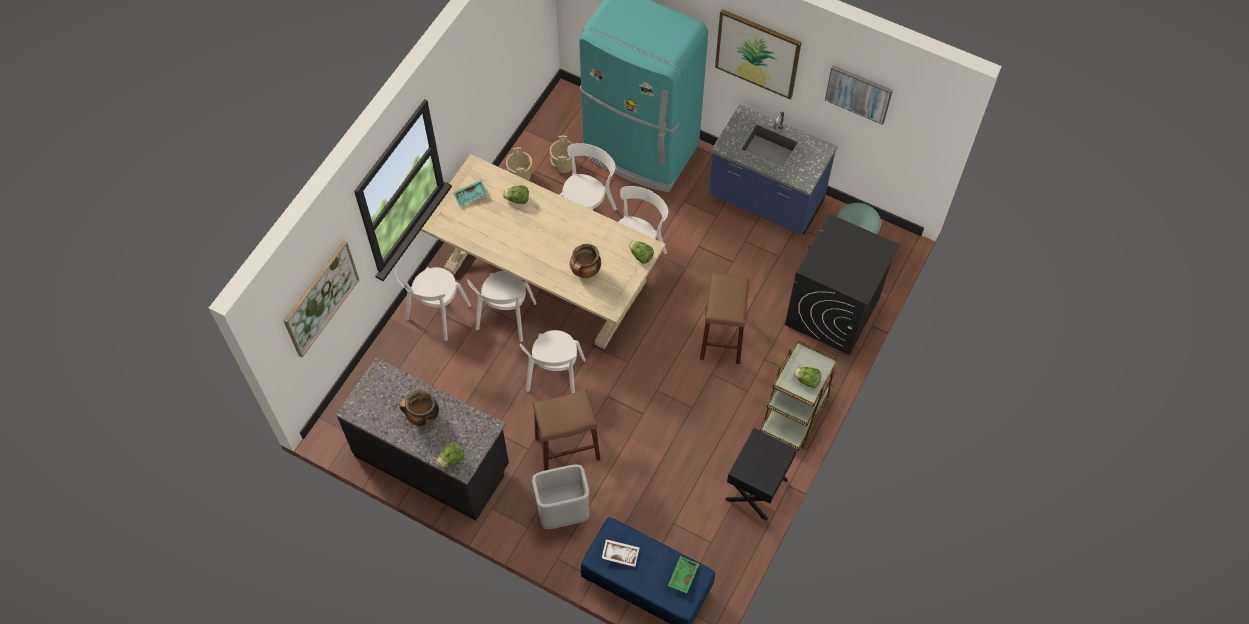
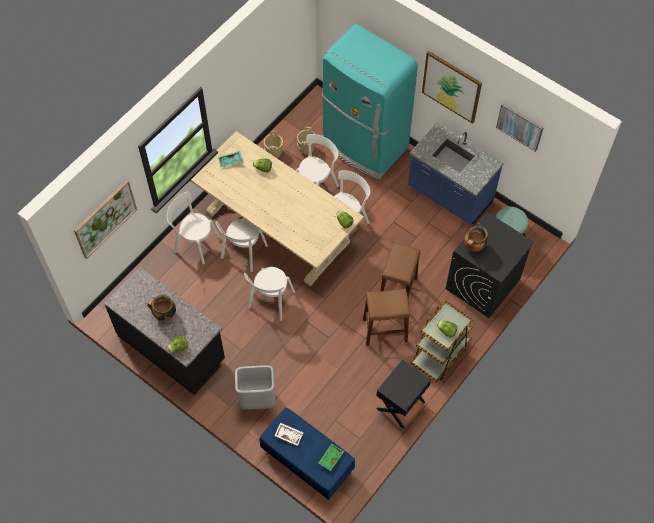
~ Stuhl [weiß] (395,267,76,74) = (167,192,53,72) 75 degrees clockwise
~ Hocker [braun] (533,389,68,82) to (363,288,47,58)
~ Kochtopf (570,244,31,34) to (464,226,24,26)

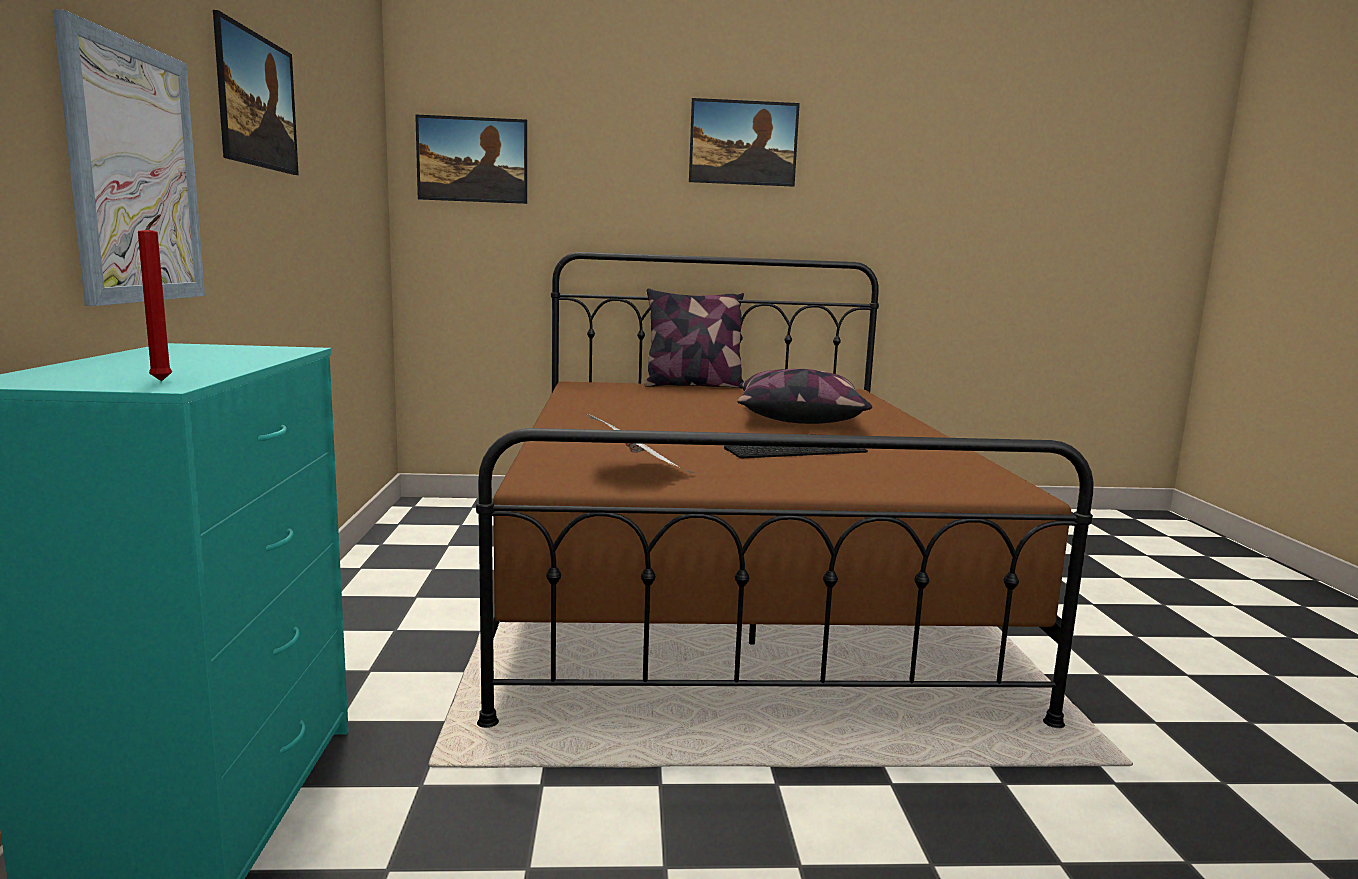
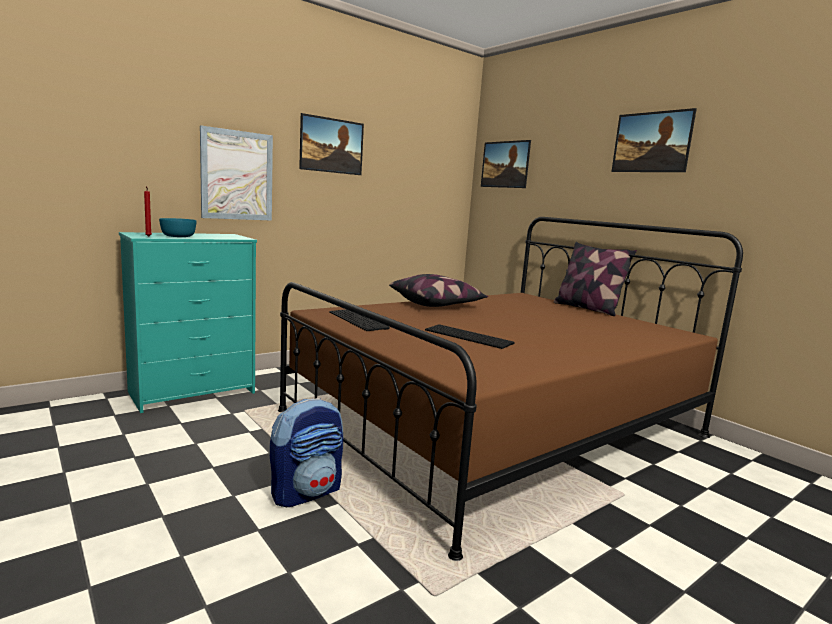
~ Zeitung (587,414,107,59) to Tastatur (329,309,61,22)
~ Kissen (737,369,135,55) to (389,274,99,33)
+ Schüssel [türkis] (159,218,38,19)
+ Rucksack (270,398,73,109)

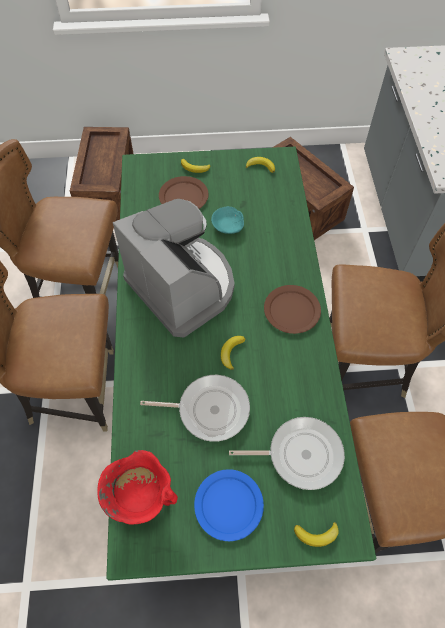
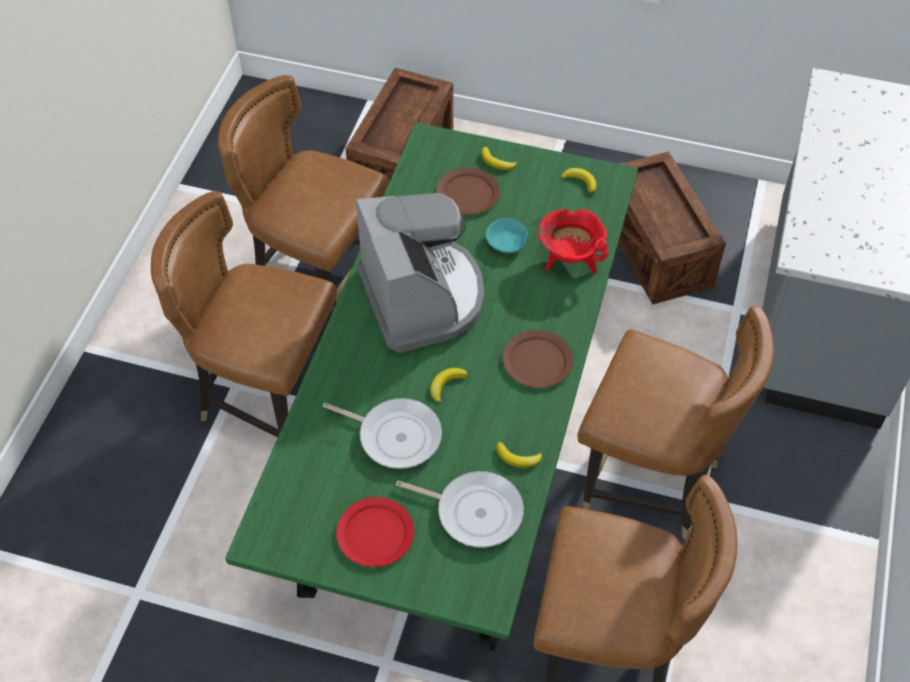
~ Kochtopf [rot] (97,450,81,74) to (538,208,70,66)
~ Teller [blau] (194,469,70,72) to Teller [rot] (336,497,78,70)
~ Banane (294,522,44,25) to (496,442,46,26)

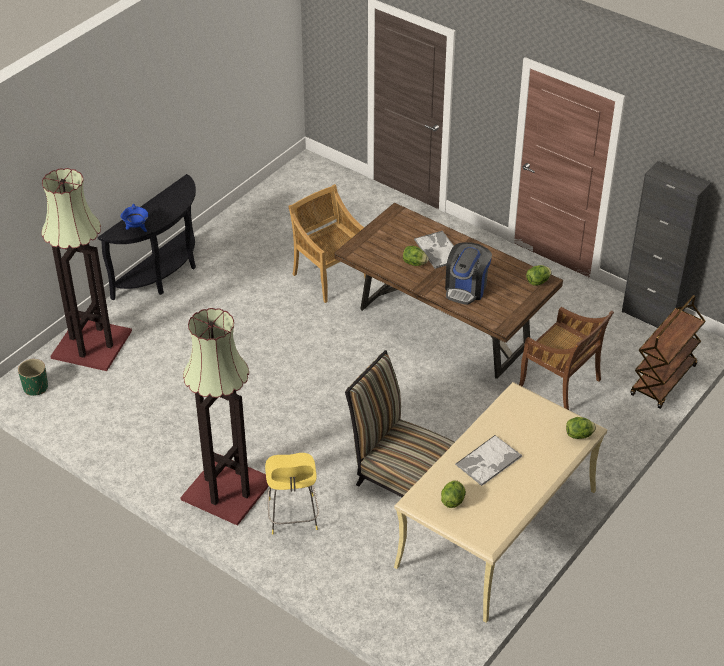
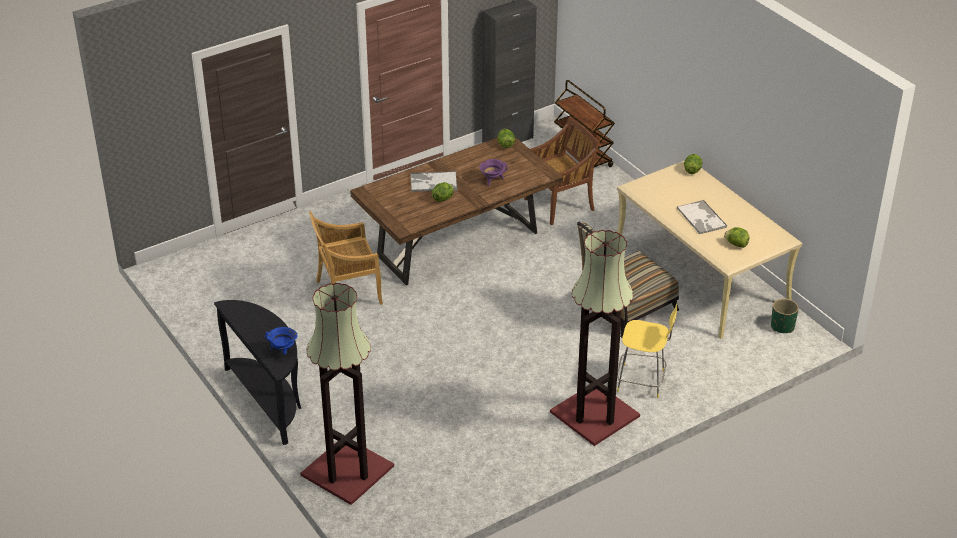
~ Pflanzkübel [grün] (18,359,30,37) to (771,299,28,34)
~ Kaffeemaschine (445,242,47,63) to Kochtopf [lila] (479,159,29,27)

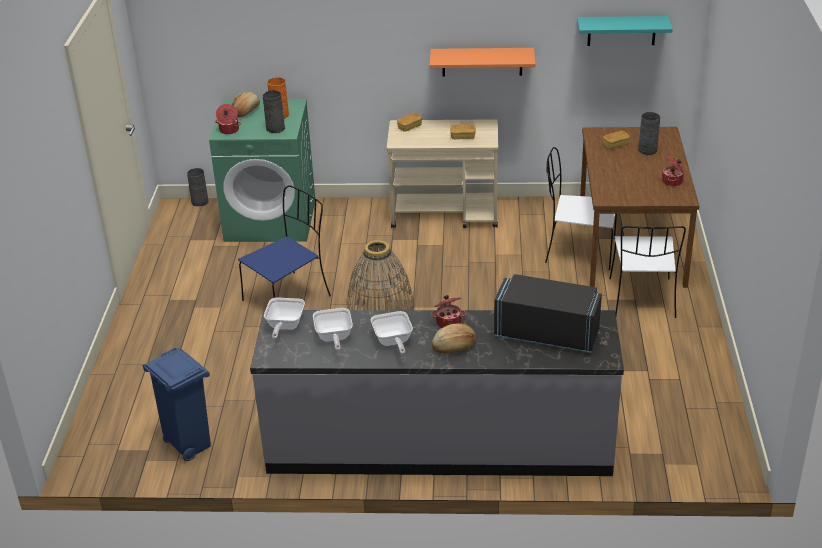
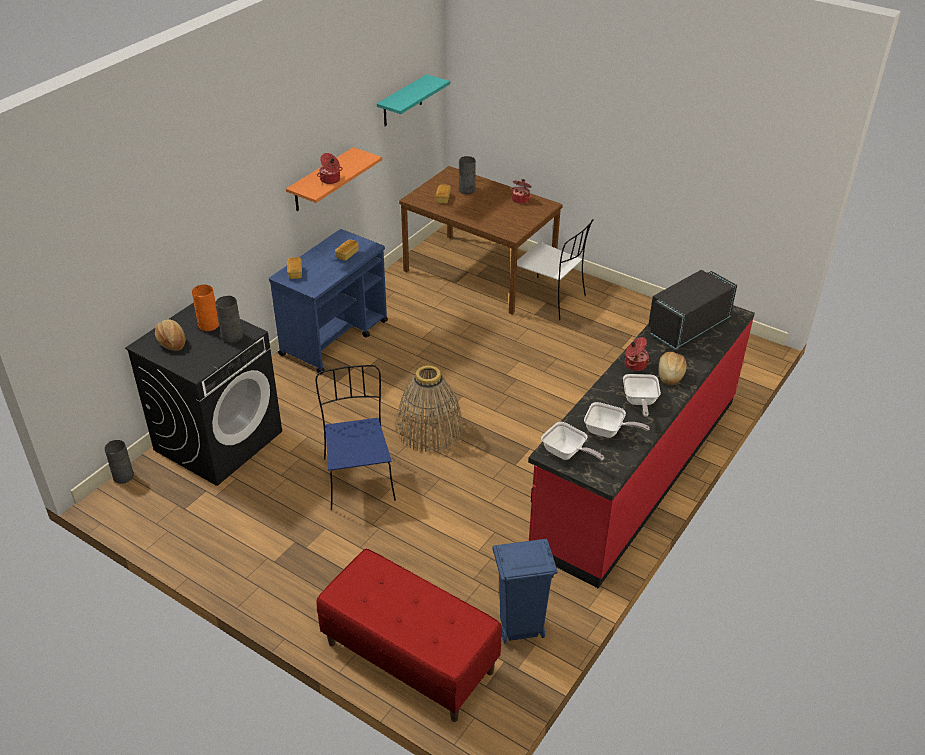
~ Waschmaschine [grün] (209,99,106,143) to Waschmaschine [schwarz] (125,302,157,184)
~ Kochtopf (215,104,26,30) to (317,153,26,31)
~ Küchenzeile [grau] (250,310,374,166) to Küchenzeile [rot] (528,305,227,283)
~ Pfanne (371,311,42,44) = (623,374,38,43) 75 degrees clockwise
~ Rollwagen [beige] (387,119,112,109) to Rollwagen [blau] (269,229,119,145)
- Stuhl [weiß] (545,147,72,123)
+ Bank [rot] (316,549,186,173)

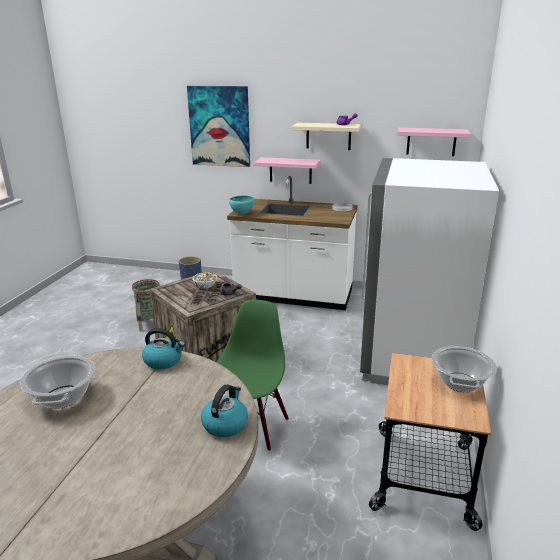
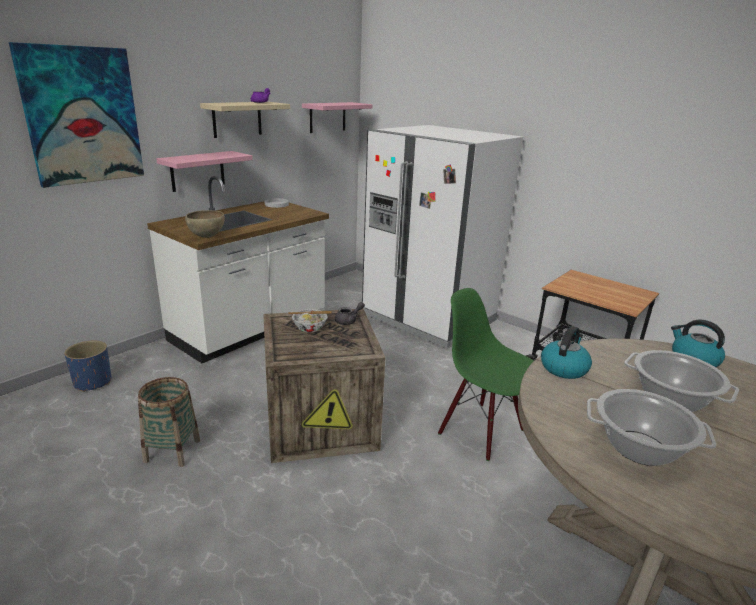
~ Schüssel [türkis] (229,195,26,19) to Schüssel [braun] (185,210,40,28)
~ Kochtopf (432,346,65,46) to (624,350,115,62)

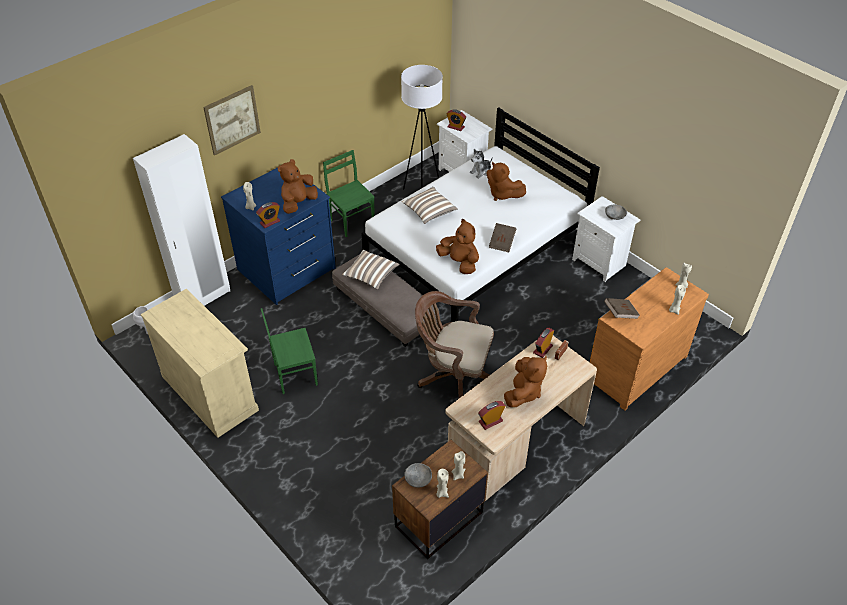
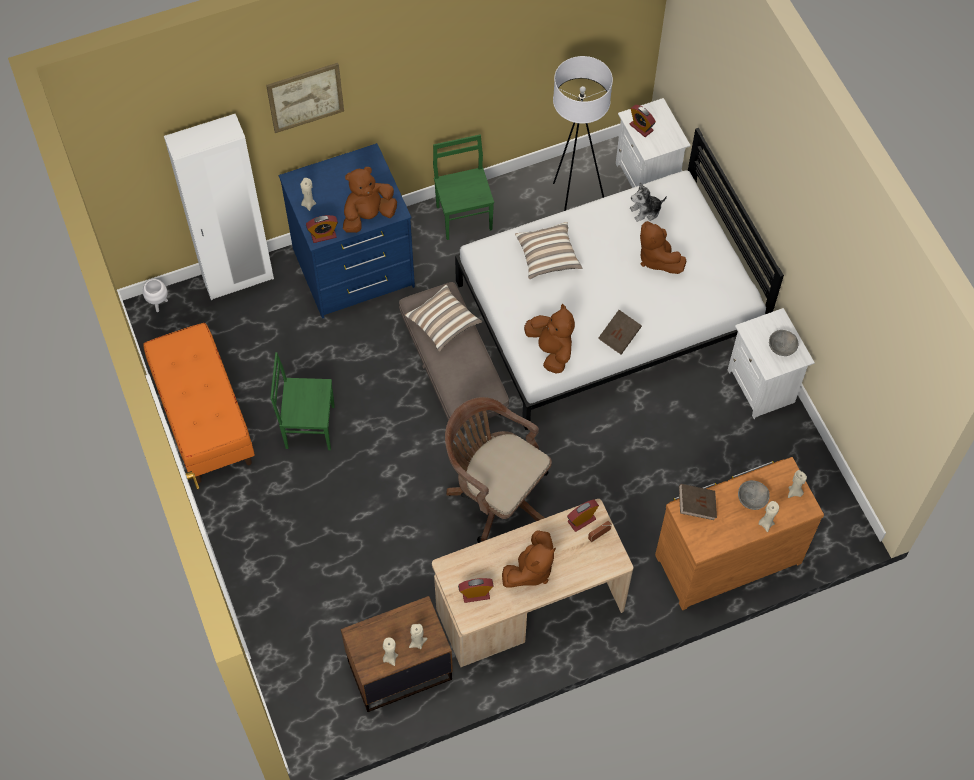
~ Schrank [beige] (141,289,118,149) to Bank [orange] (143,323,112,160)
~ Schüssel [grau] (404,463,28,24) to (738,480,32,30)

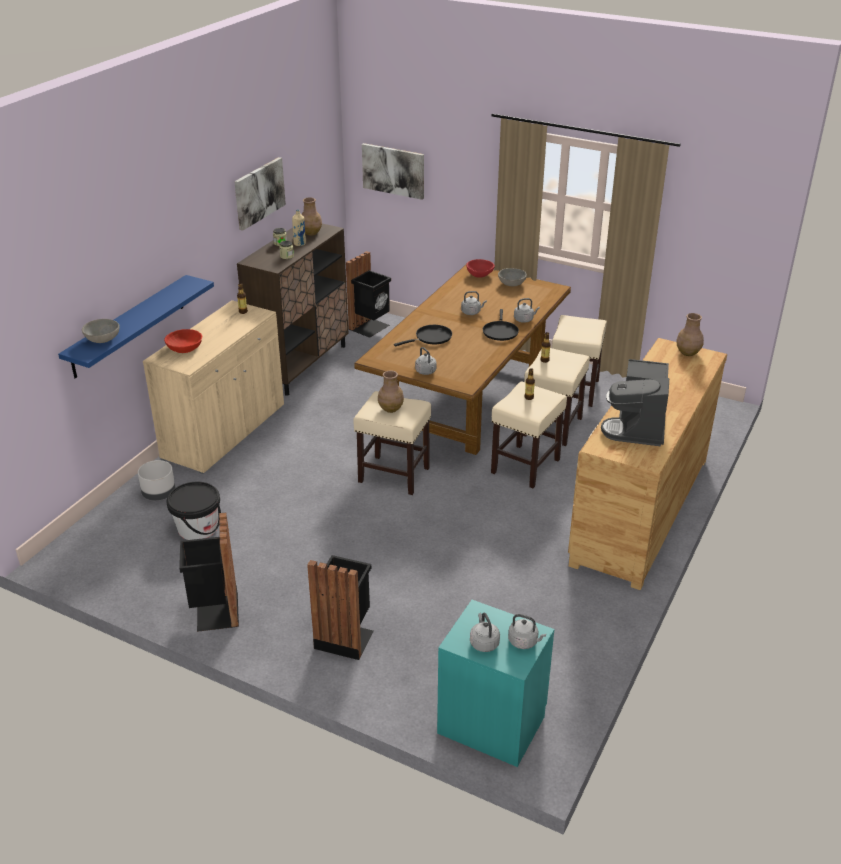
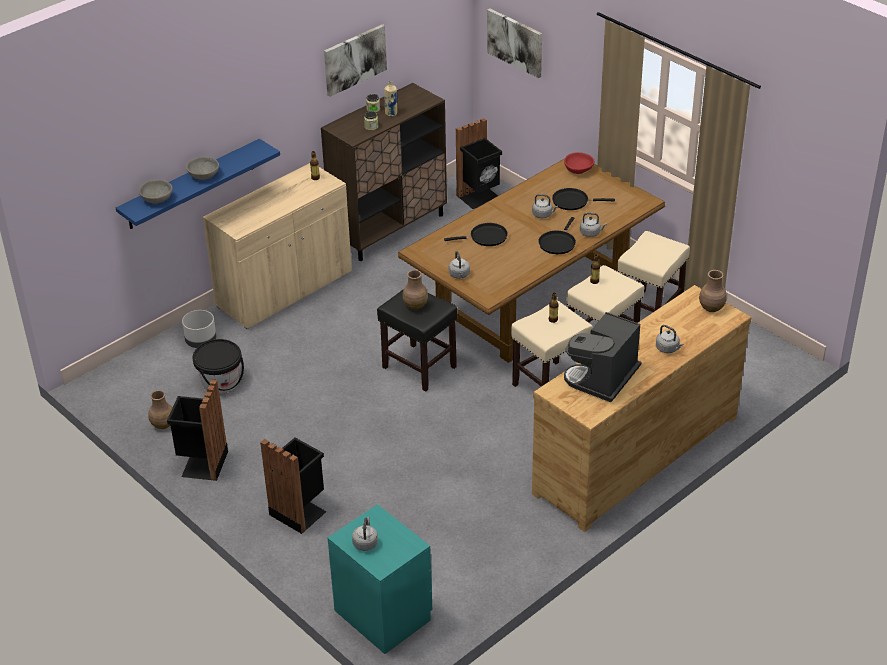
- Schüssel [rot] (164,329,38,24)
~ Vase [braun] (301,197,21,39) to (148,390,24,39)
~ Hocker [beige] (353,391,78,104) to Hocker [schwarz] (377,289,80,103)
~ Schüssel [grau] (498,268,29,18) to (186,157,33,23)
~ Wasserkessel [grau] (508,614,38,35) to (656,325,27,28)
+ Pfanne [schwarz] (552,188,63,22)

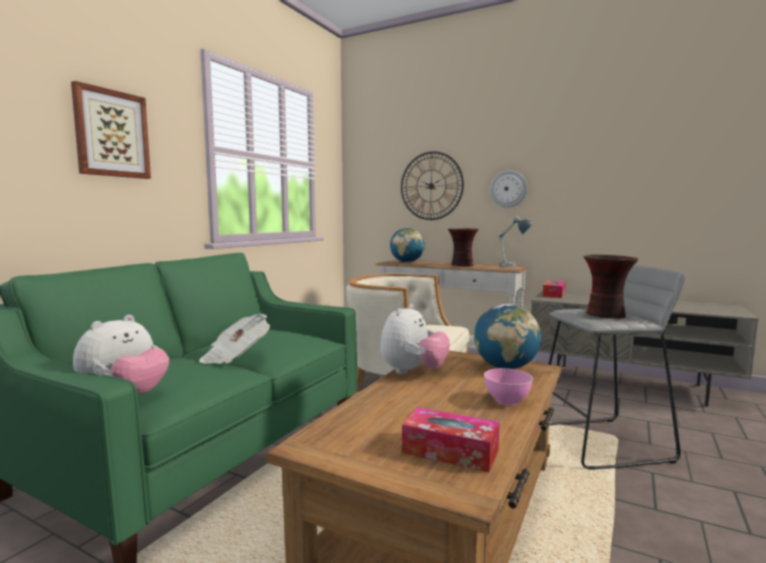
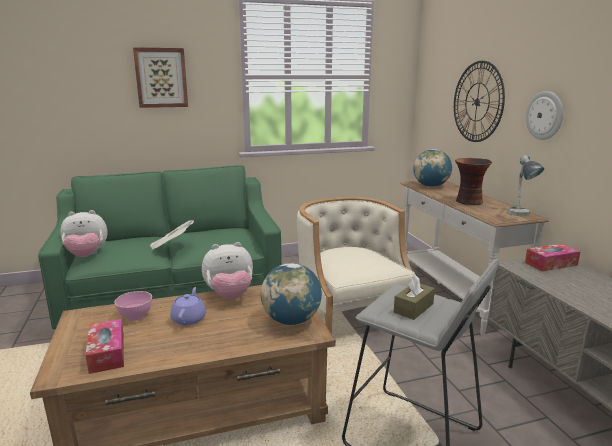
~ Schüssel [rosa] (484,368,49,37) to (114,291,38,30)
~ Vase (584,254,54,65) to Taschentuchbox [braun] (394,275,41,45)
+ Teekanne [lila] (170,287,36,38)

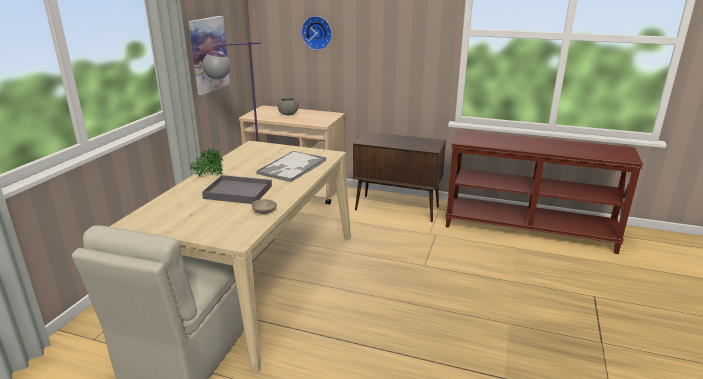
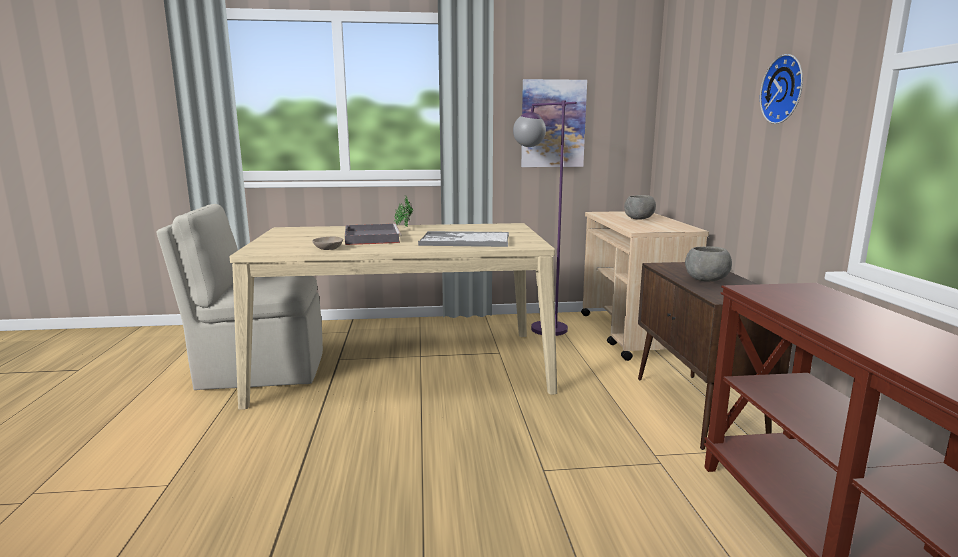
~ Wanduhr (301,16,31,34) to (760,54,43,70)
+ Schüssel [grau] (685,246,47,35)

